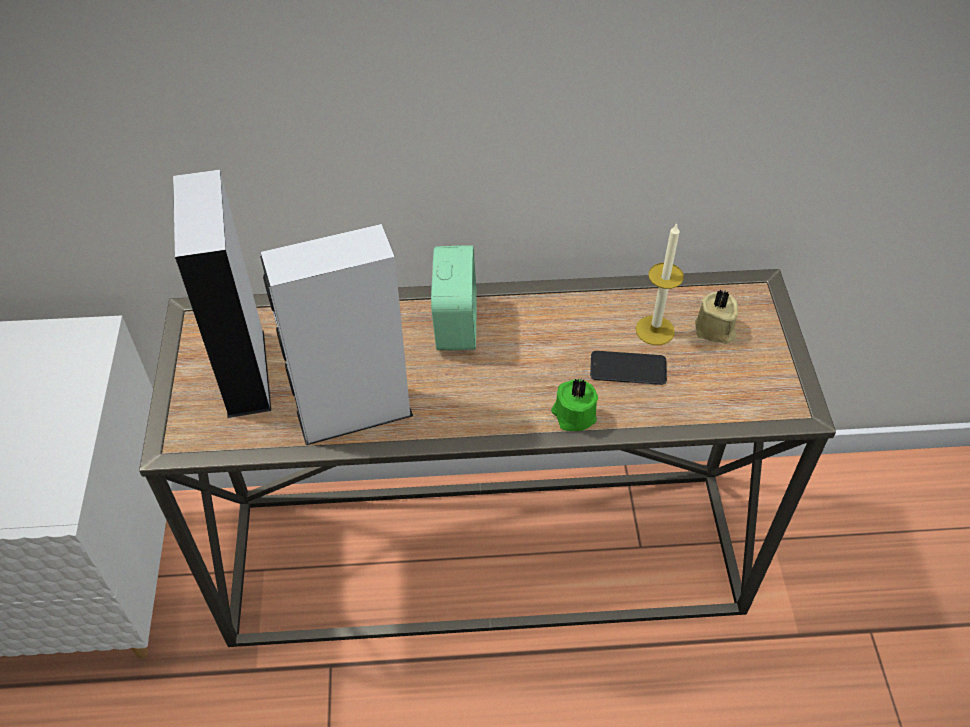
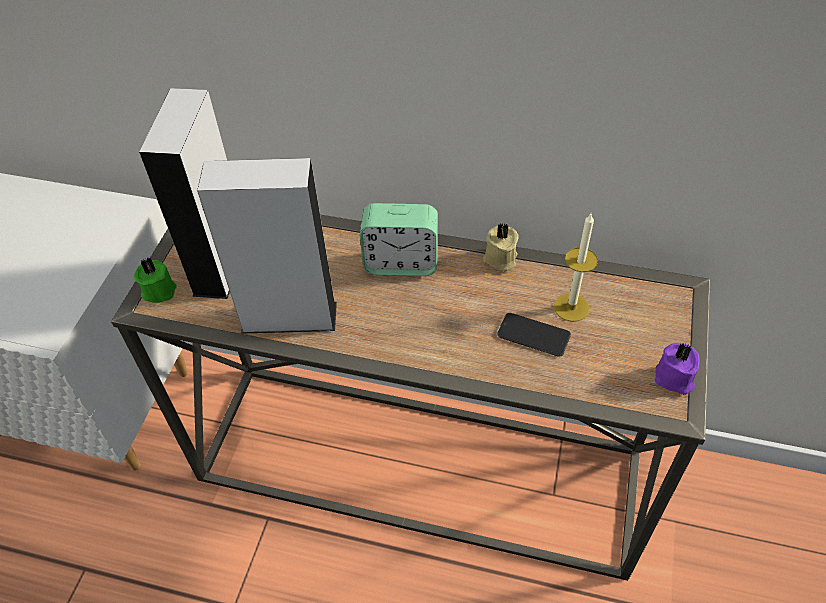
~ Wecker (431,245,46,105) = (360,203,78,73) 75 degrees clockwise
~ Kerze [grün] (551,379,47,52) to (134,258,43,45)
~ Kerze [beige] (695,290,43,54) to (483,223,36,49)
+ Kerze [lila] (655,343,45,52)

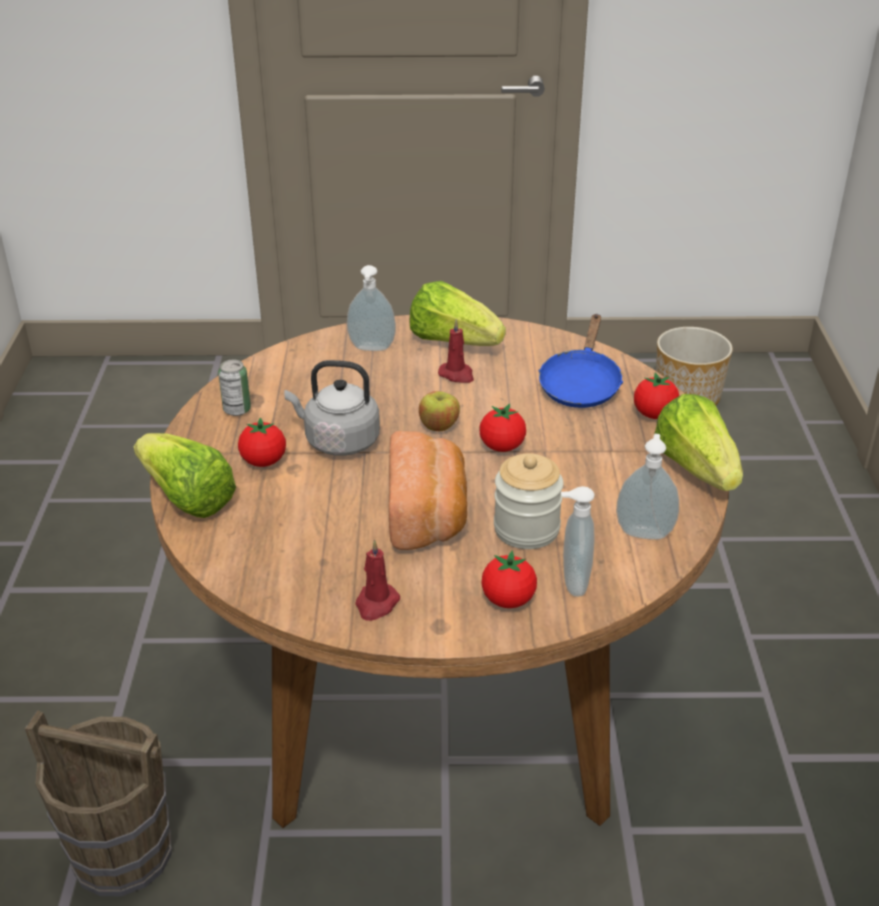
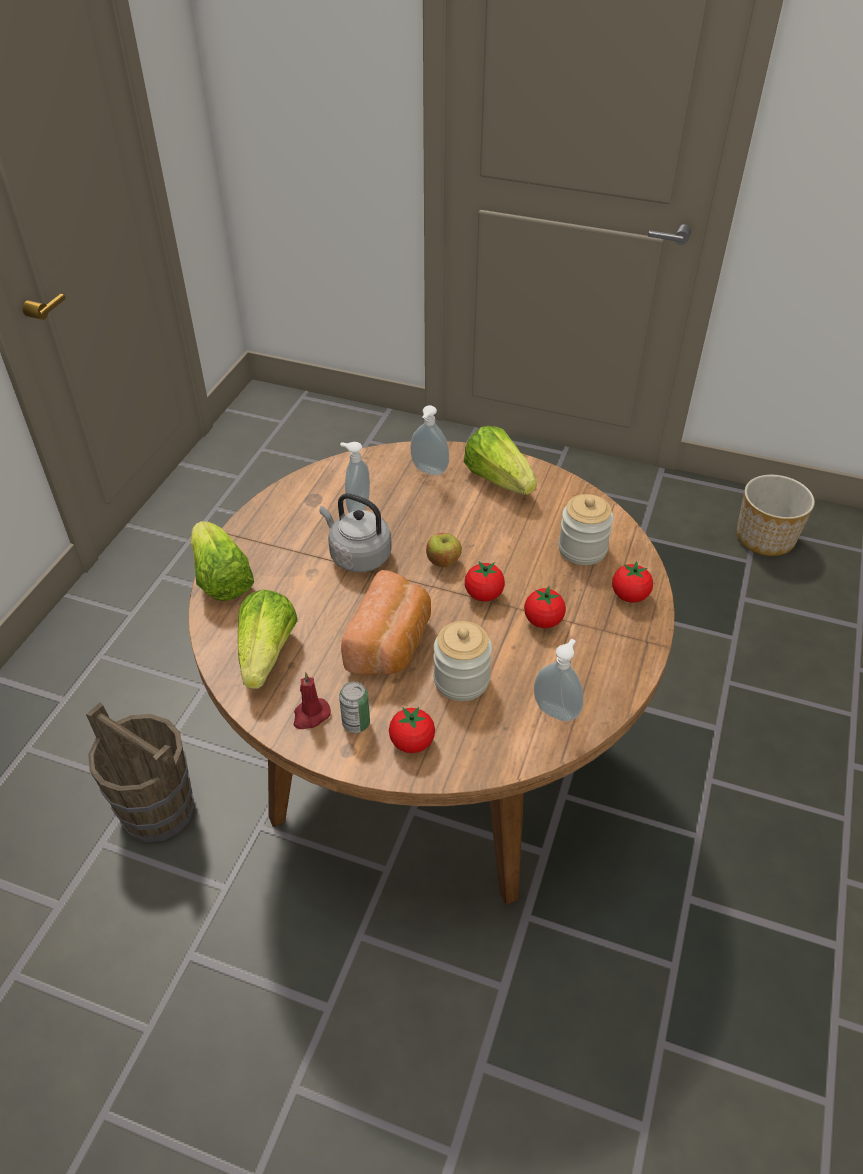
~ Dose (218,360,33,56) to (339,681,31,52)
~ Tomate (238,418,48,49) to (524,586,42,42)
- Kerze [rot] (438,319,36,64)
~ Pfanne [blau] (538,314,85,94) to Vorratsglas (558,494,55,71)
~ Seifenspender (561,486,34,111) to (340,442,30,71)
~ Salatkopf (654,394,89,97) to (238,589,60,100)

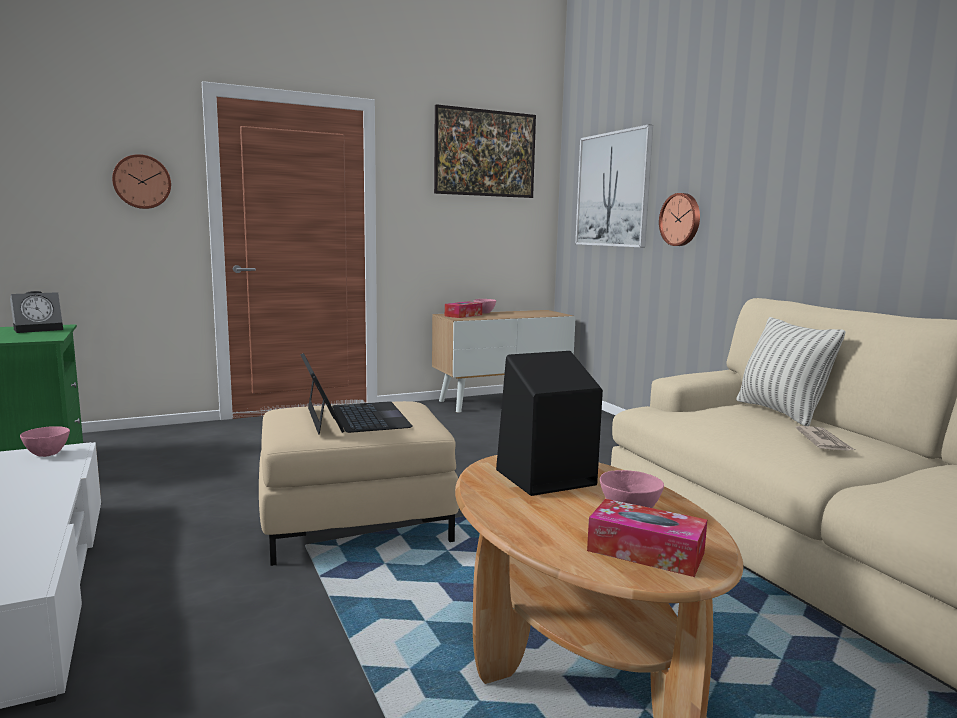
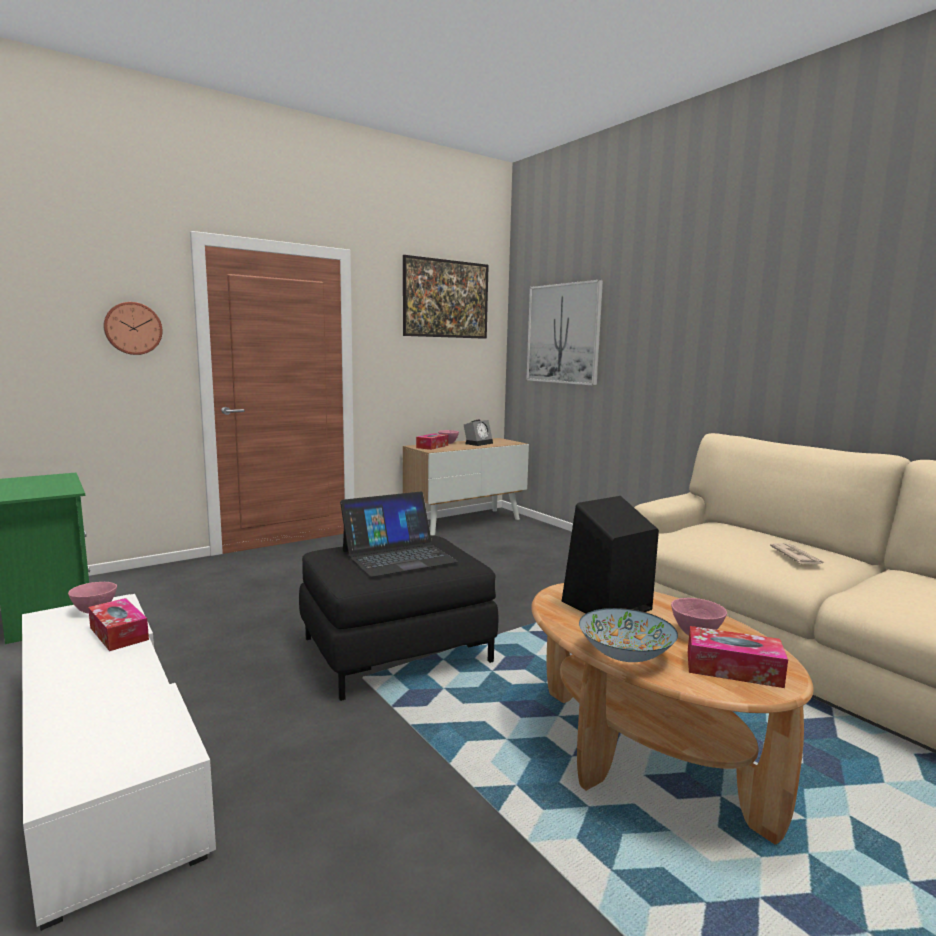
~ Wecker (10,291,53,42) to (464,419,29,27)
~ Polsterhocker [beige] (259,401,200,165) to Polsterhocker [schwarz] (299,536,199,165)
~ Laptop (301,353,112,82) = (340,492,118,85) 90 degrees clockwise
- Wanduhr (659,193,41,53)
- Kissen (736,317,110,109)
+ Taschentuchbox (88,598,61,53)
+ Schüssel (579,608,99,54)

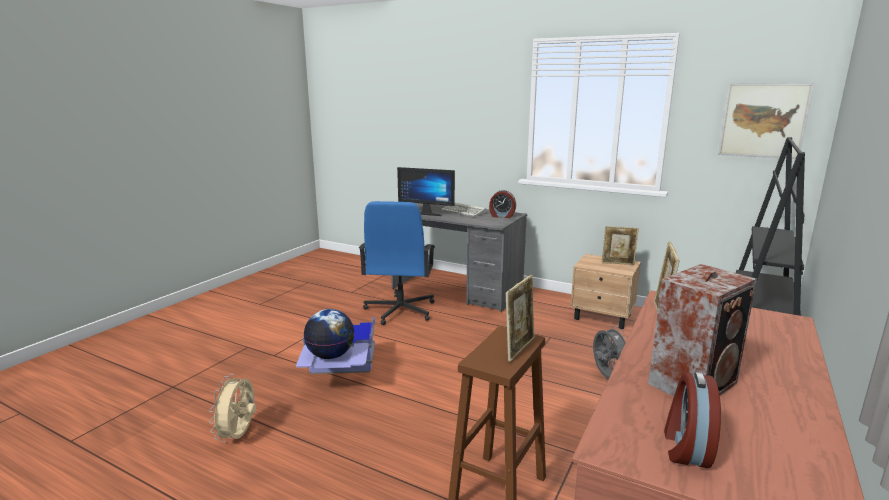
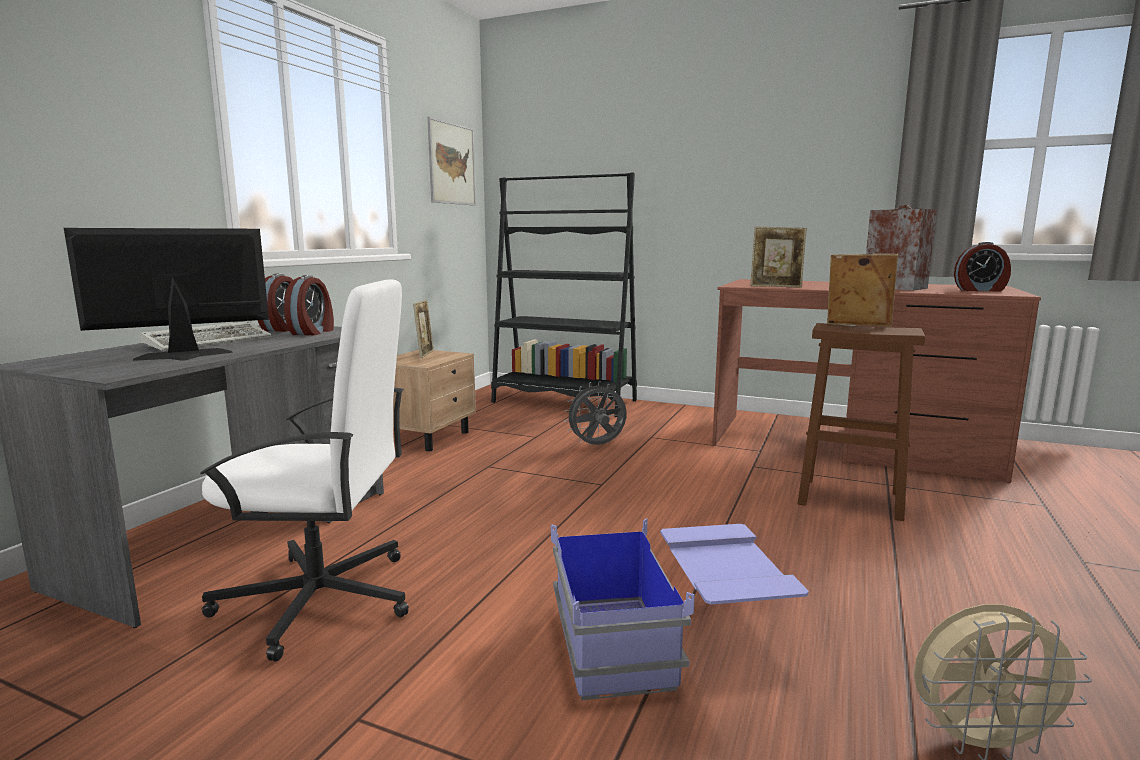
- Globus (303,309,52,50)
~ Bürostuhl [blau] (359,201,76,124) to Bürostuhl [weiß] (200,279,209,383)
~ Monitor (397,167,58,49) = (64,228,205,133) 135 degrees counterclockwise
+ Wecker (284,275,50,60)

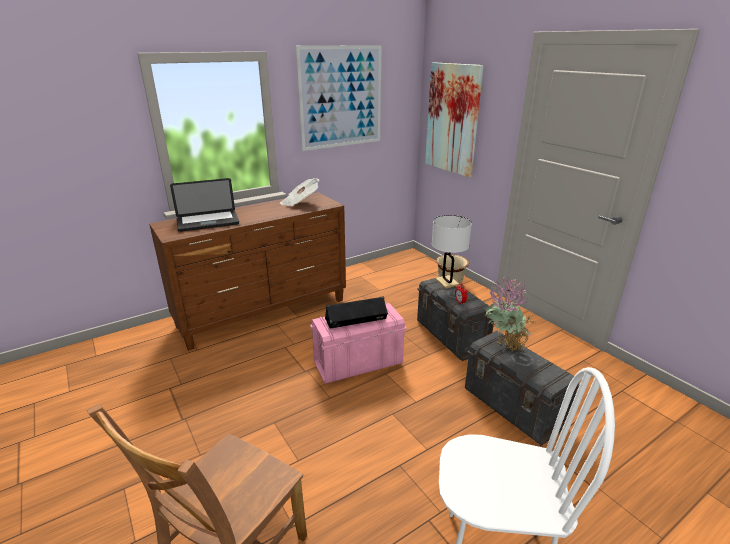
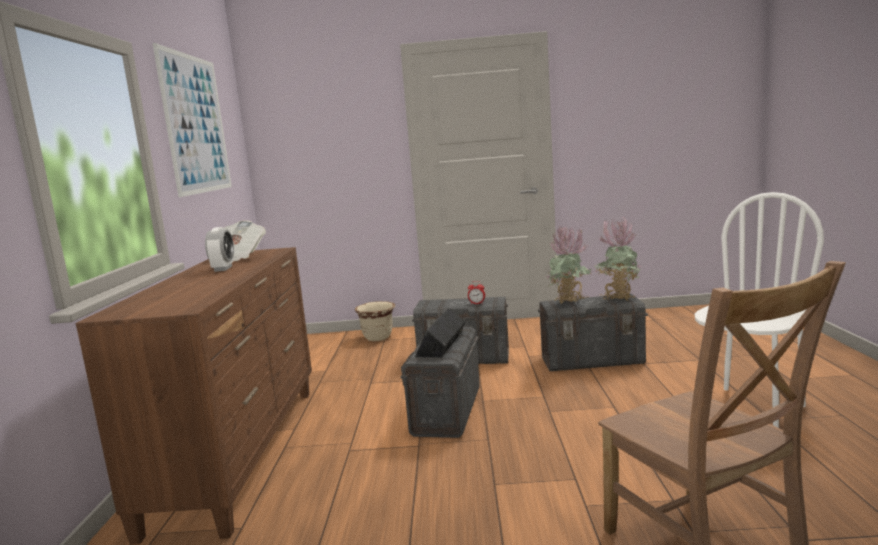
- Laptop (170,178,69,54)
~ Aufbewahrungsbox [rosa] (310,303,97,81) to Aufbewahrungsbox [grau] (401,327,79,111)
- Bild (425,62,59,115)
- Tischlampe [weiß] (432,215,40,74)
+ Wecker (205,227,29,45)
+ Topfpflanze (594,217,47,84)

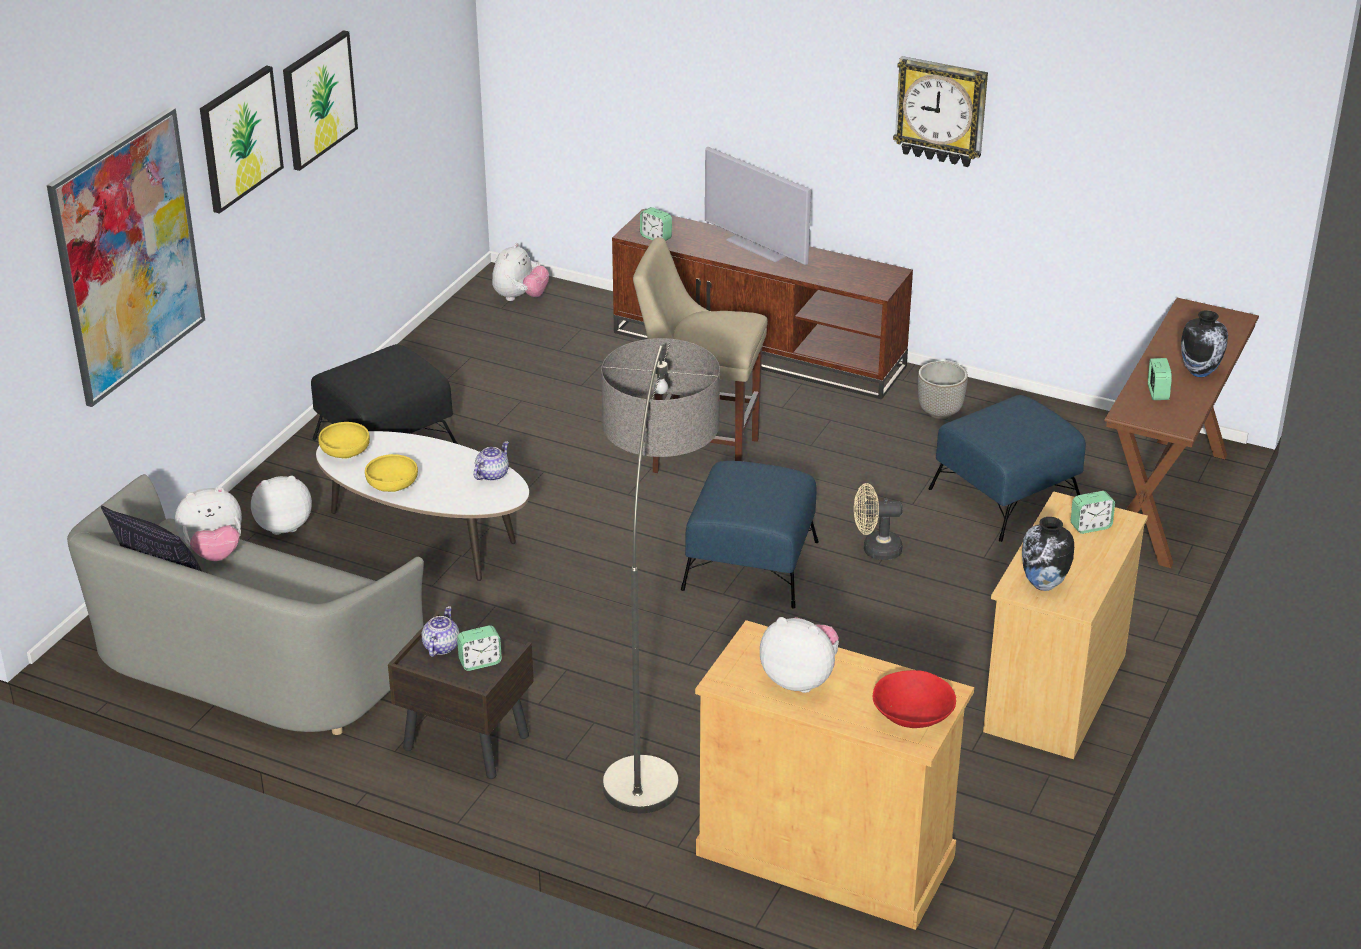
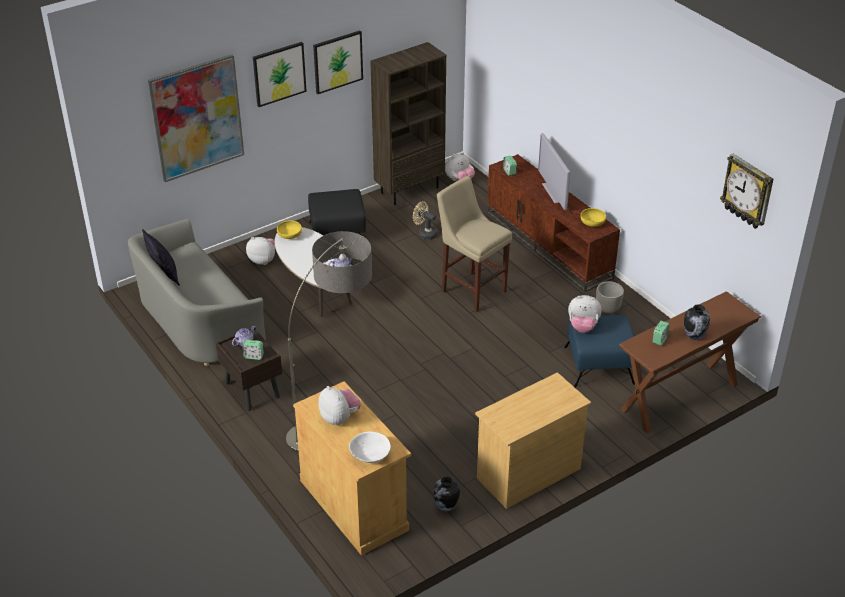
~ Plüschtier (175,487,67,74) to (568,295,34,38)
~ Schüssel [gelb] (365,454,53,38) to (580,208,26,19)
- Polsterhocker [blau] (681,461,138,148)
~ Ventilator [beige] (854,483,49,77) to (413,201,24,39)
~ Schüssel [rot] (873,670,83,58) to Schüssel [weiß] (349,432,42,31)
~ Wanduhr (893,56,95,111) to (720,154,53,75)
~ Vase (1022,517,52,74) to (433,477,27,34)
- Wecker (1071,491,44,43)
+ Bücherregal [braun] (370,42,76,163)

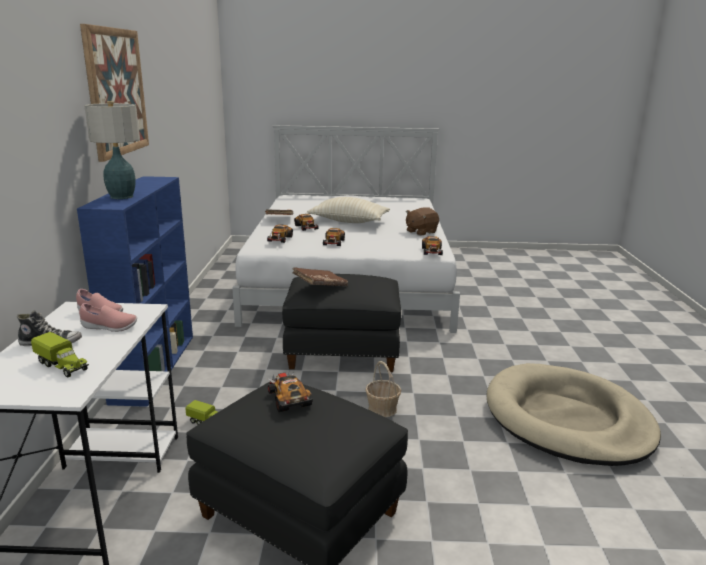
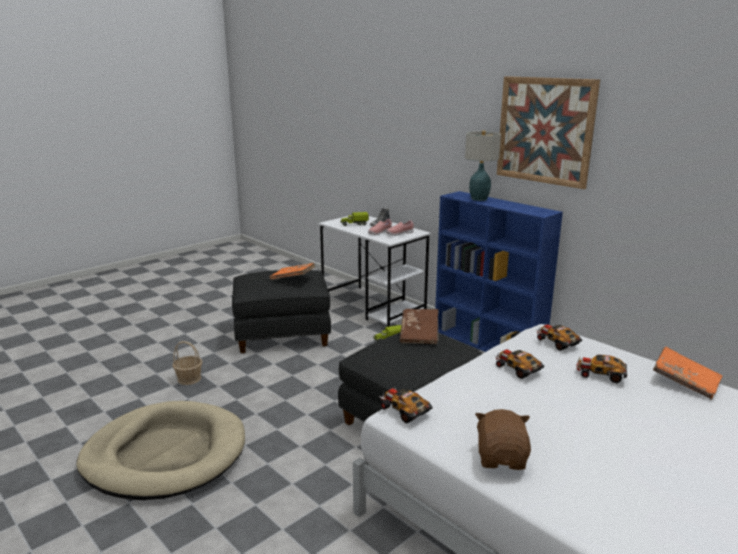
~ Spielzeugauto (268,373,45,39) to Buch [orange] (269,263,46,17)
- Kissen [beige] (307,197,83,26)
~ Korb (365,361,36,56) to (173,341,29,44)

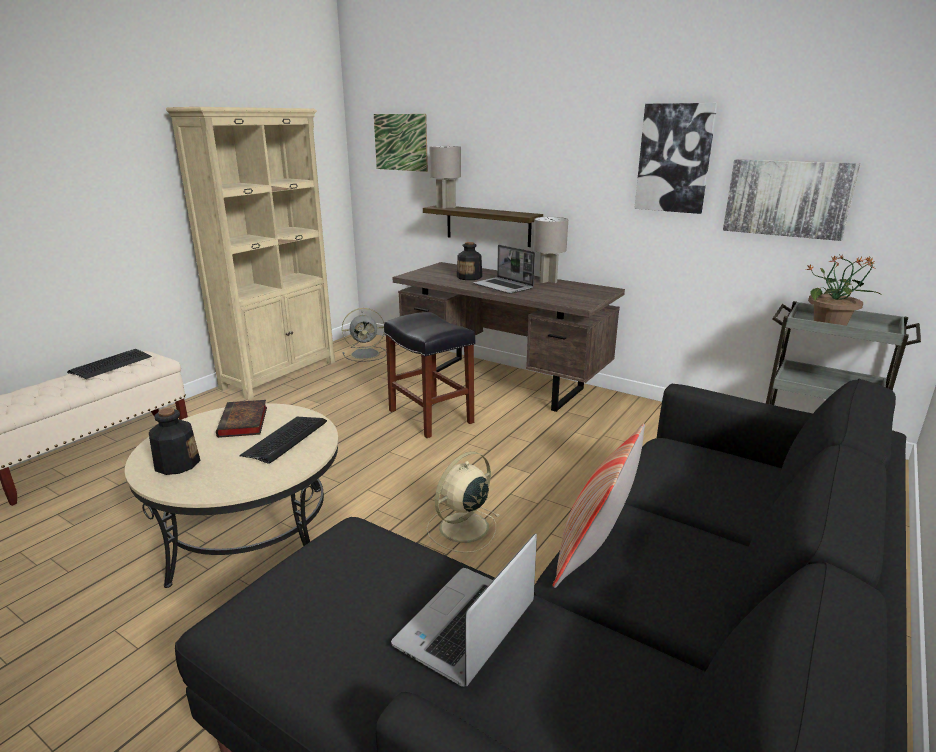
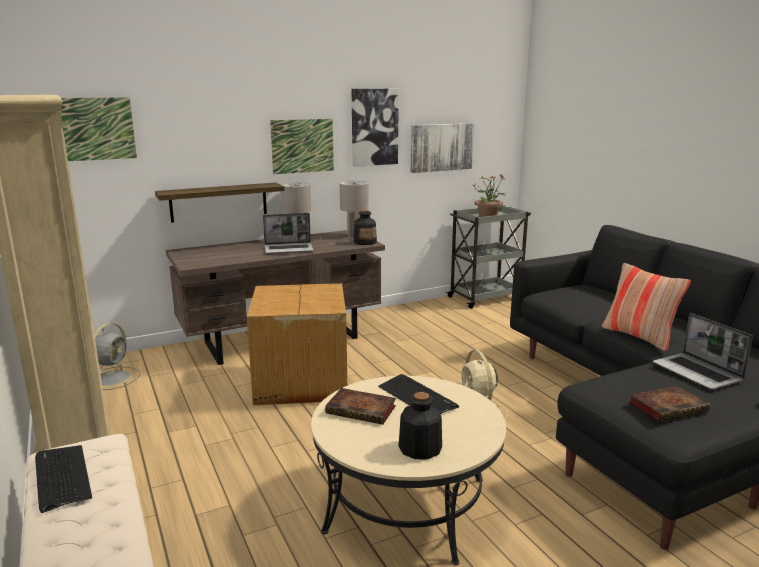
~ Hocker [schwarz] (384,312,91,126) to Karton (247,283,100,122)
~ Tischlampe [grau] (429,146,32,63) to (340,181,29,56)
~ Flasche (457,242,25,38) to (354,210,23,35)
+ Bild (270,119,64,55)
+ Buch (628,386,82,36)

